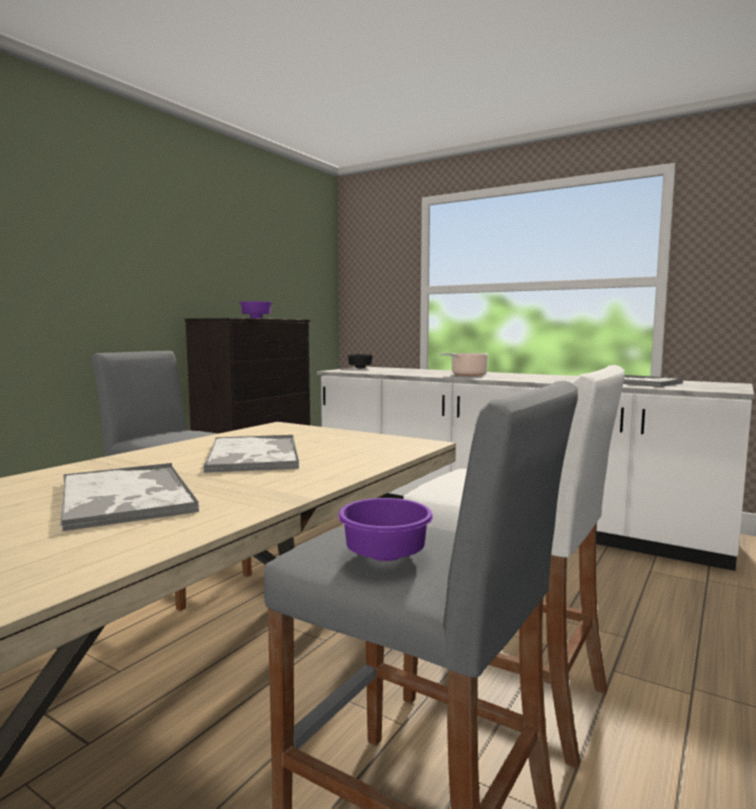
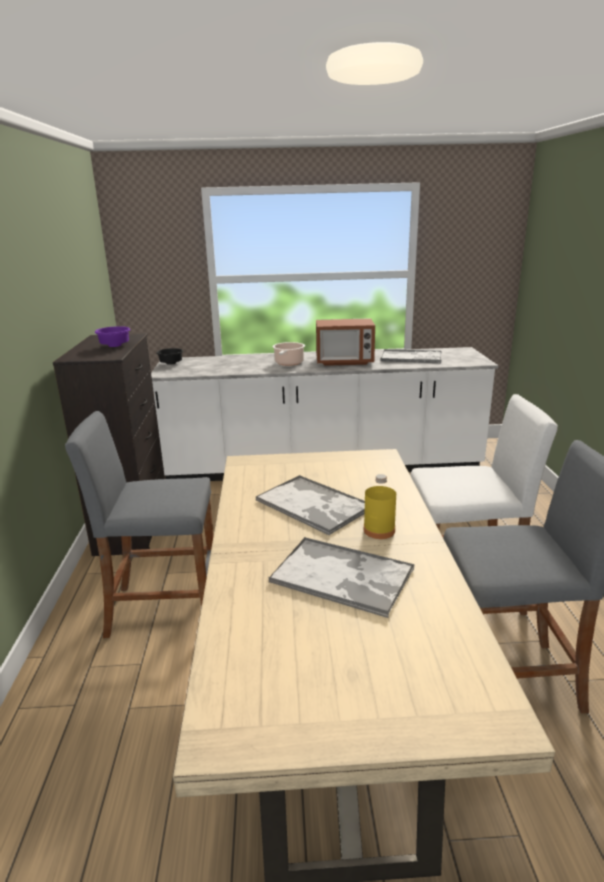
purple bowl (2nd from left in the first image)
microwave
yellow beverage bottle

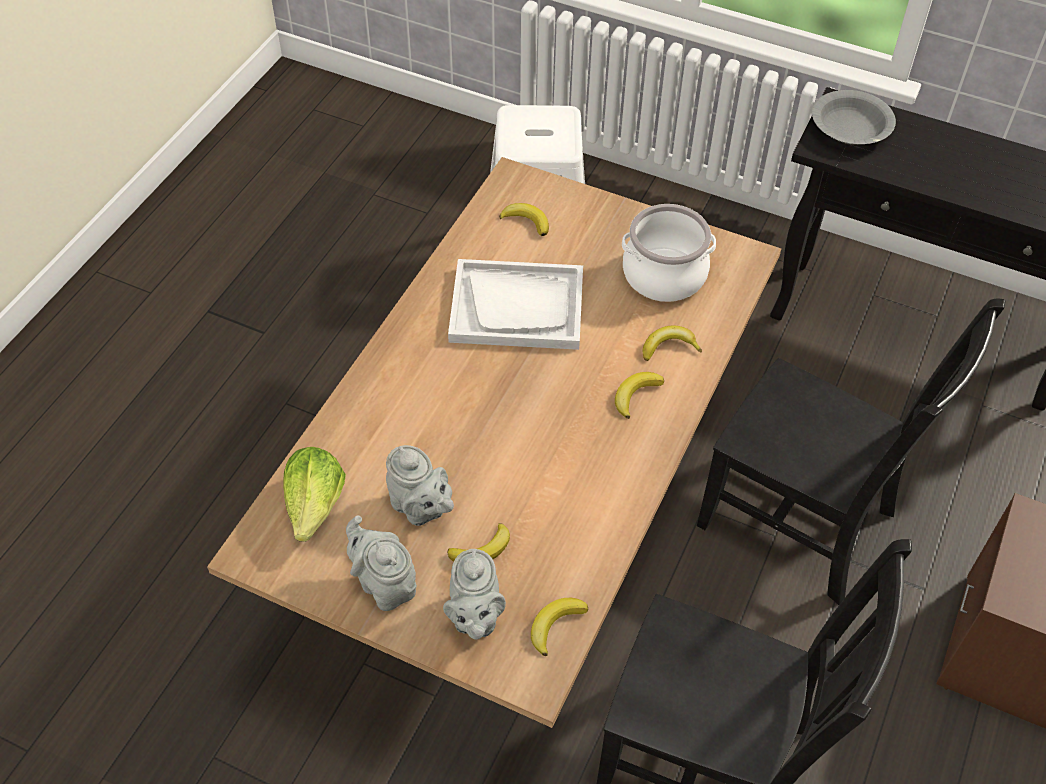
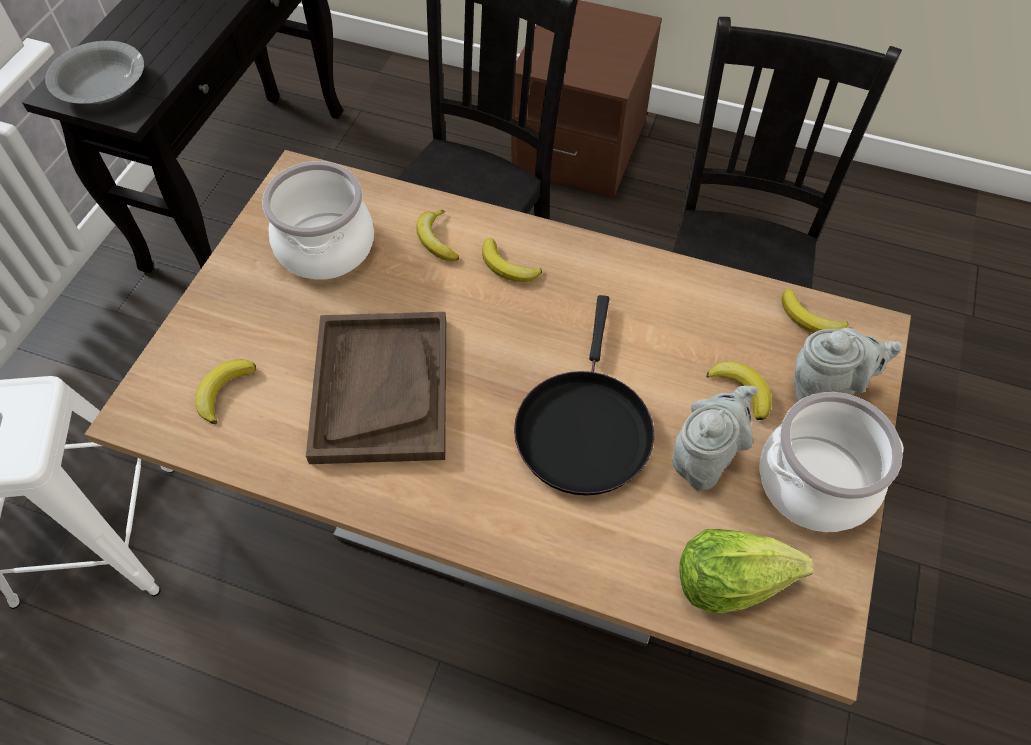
brown-coloured serving tray
saucepot (2nd from left)
black frying pan

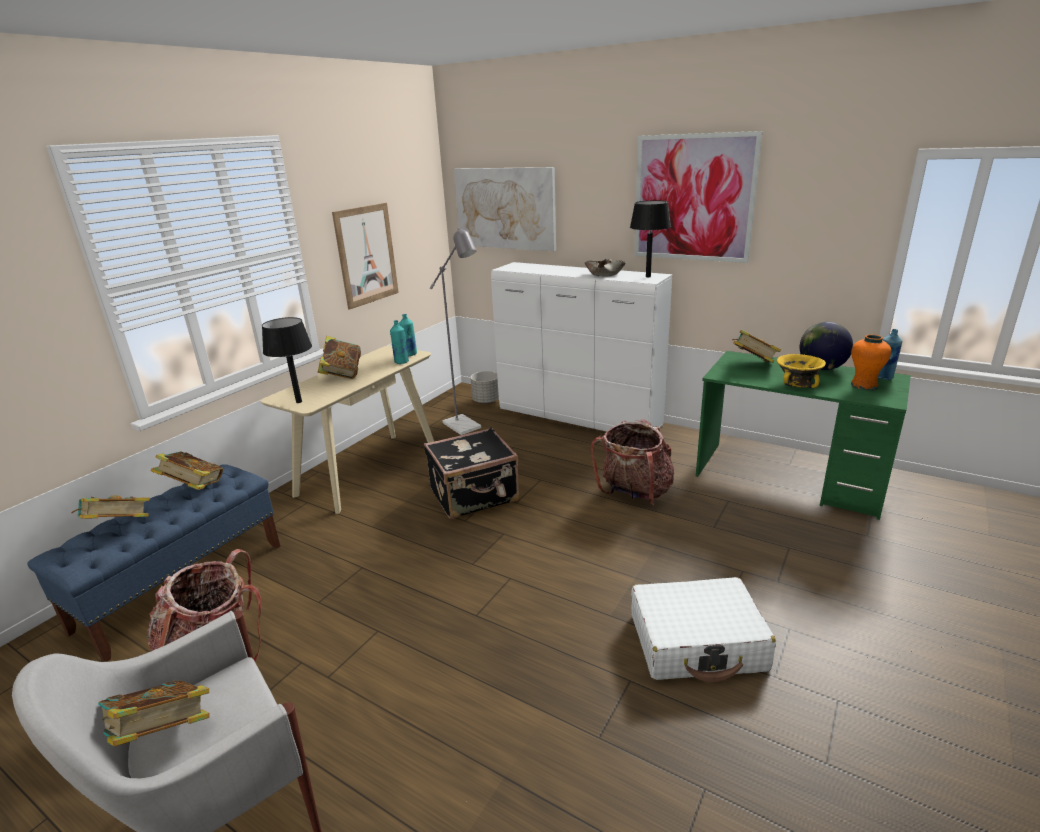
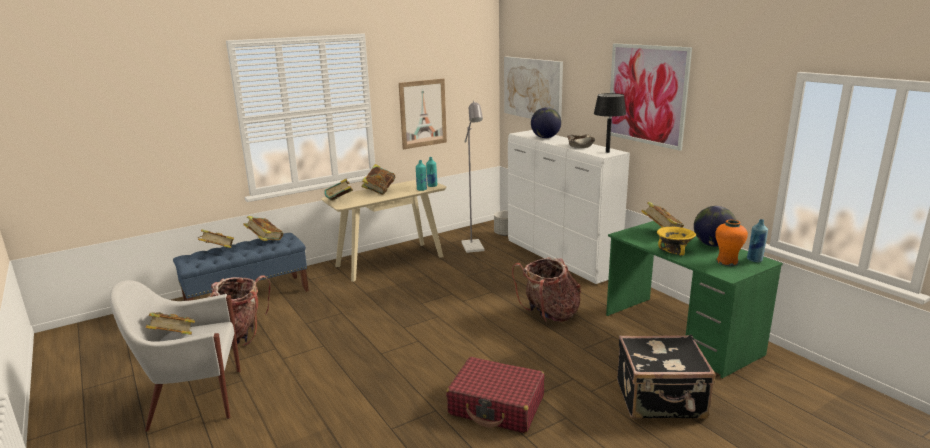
book (4th from left)
black piece of luggage
reddish piece of luggage
desk globe (1st from left)

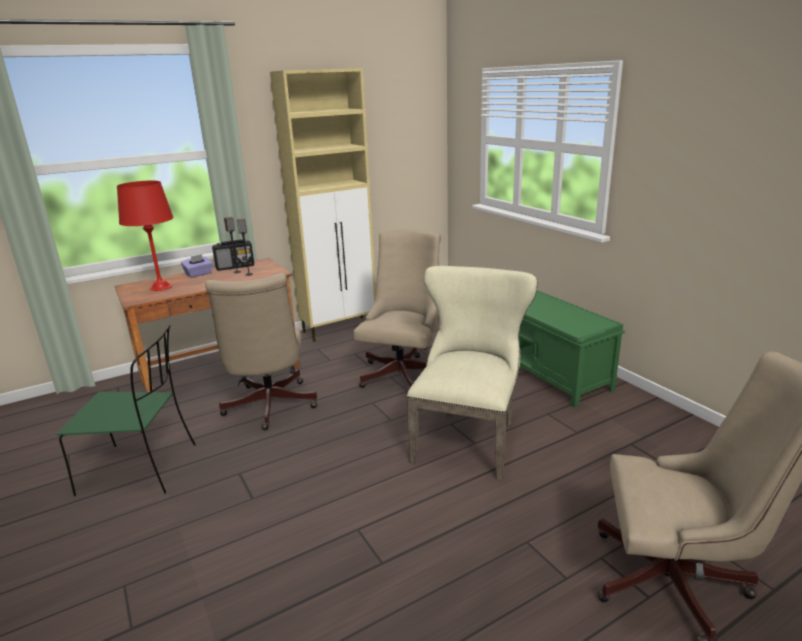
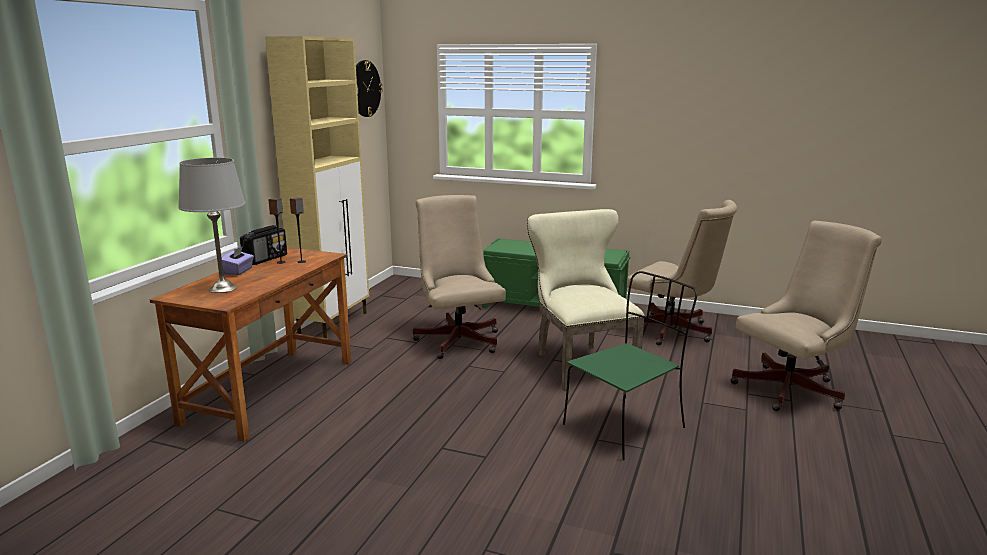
grey lamp for a table
beige-coloured desk chair (2nd from left)
green plain chair
hanging clock

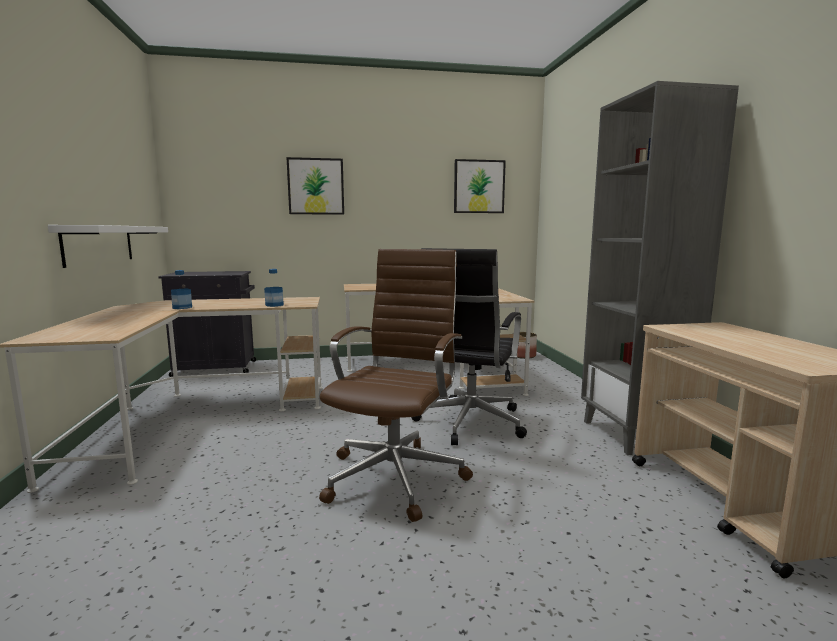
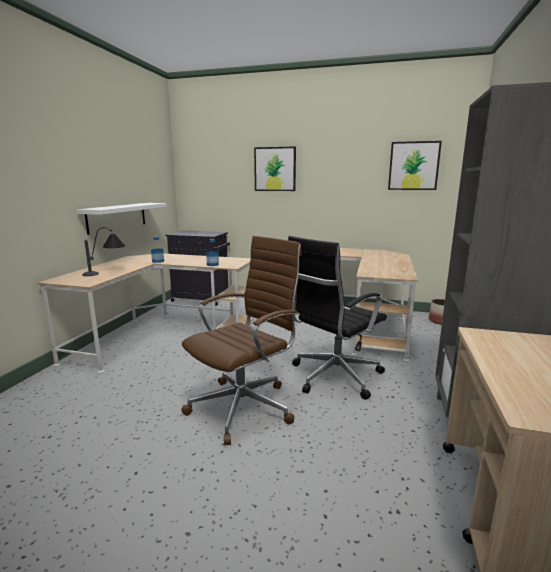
lamp for a table

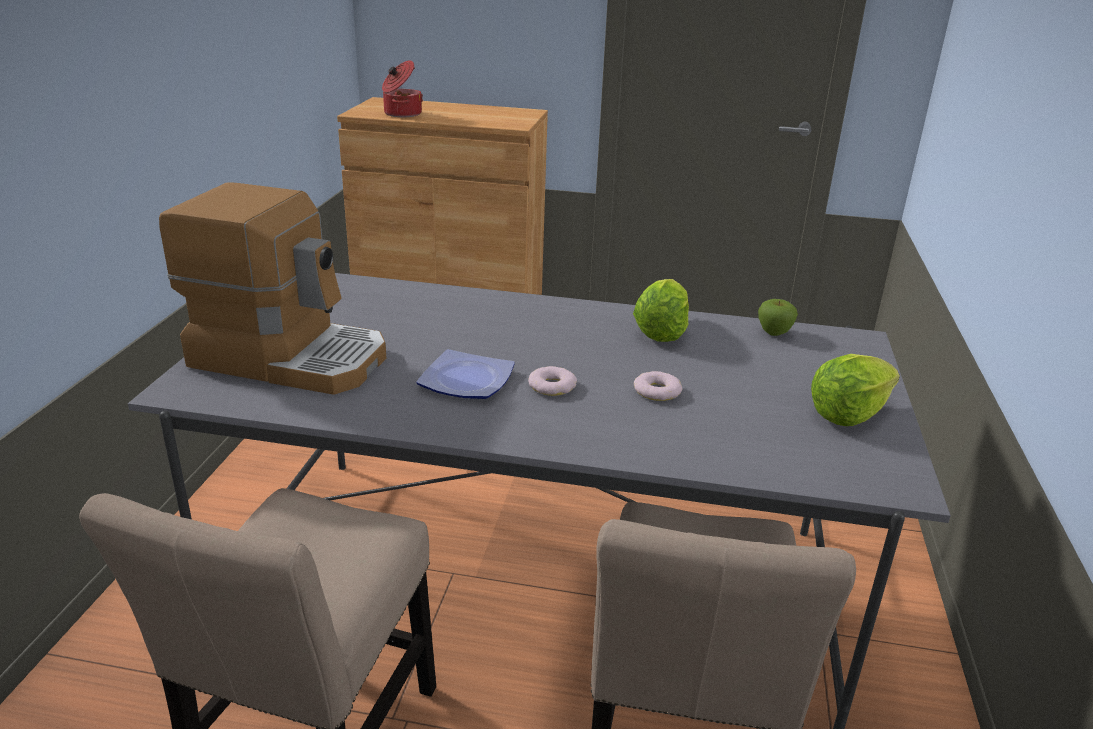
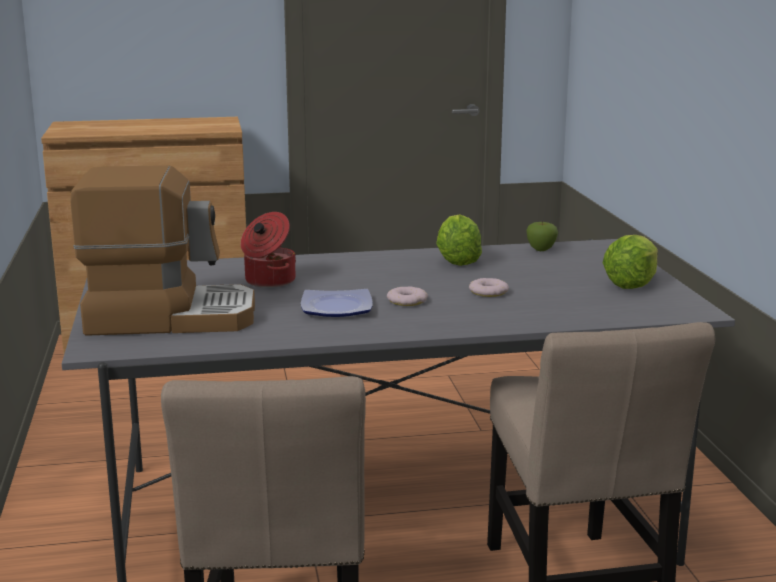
saucepot

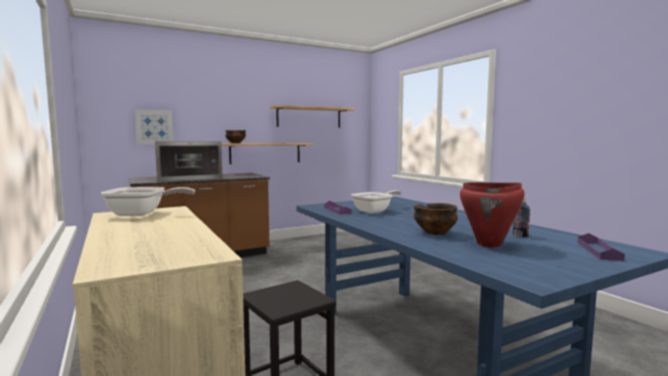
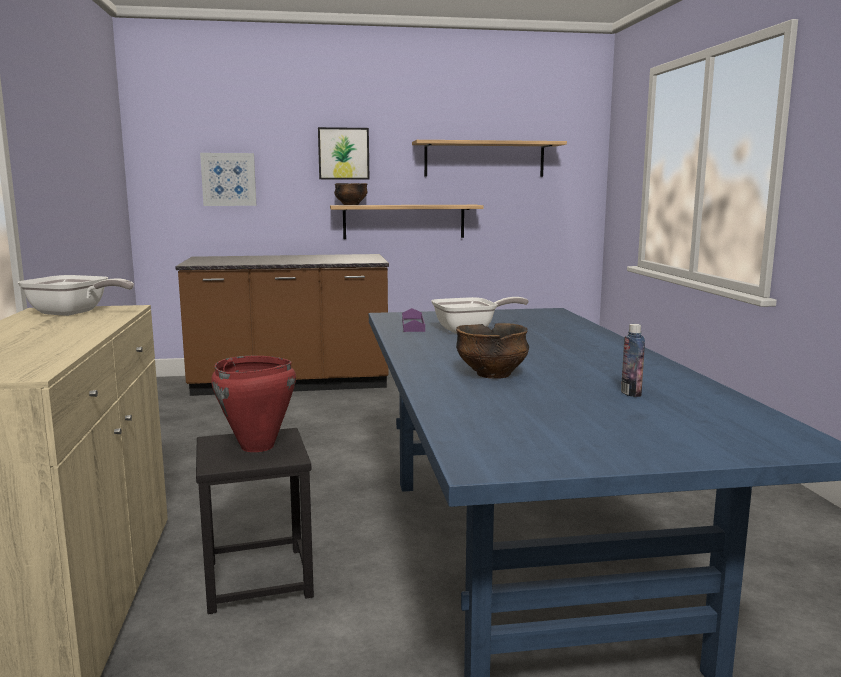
microwave
reddish saucepot
purple serving tray (2nd from left in the first image)
picture (2nd from left)

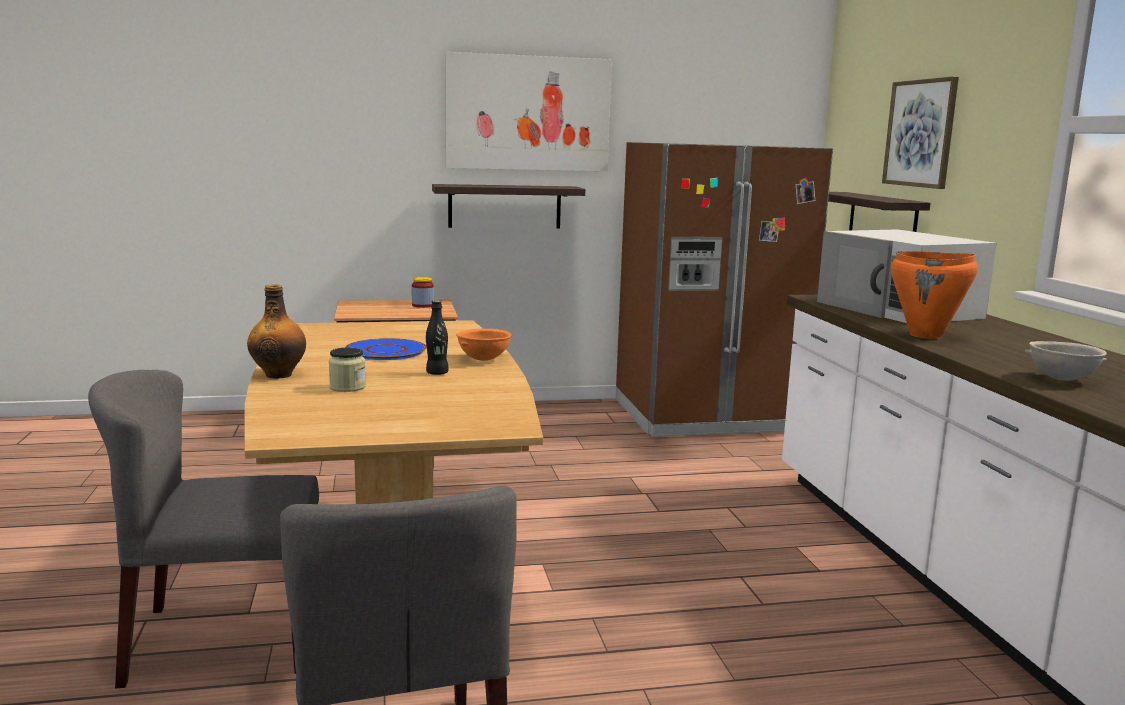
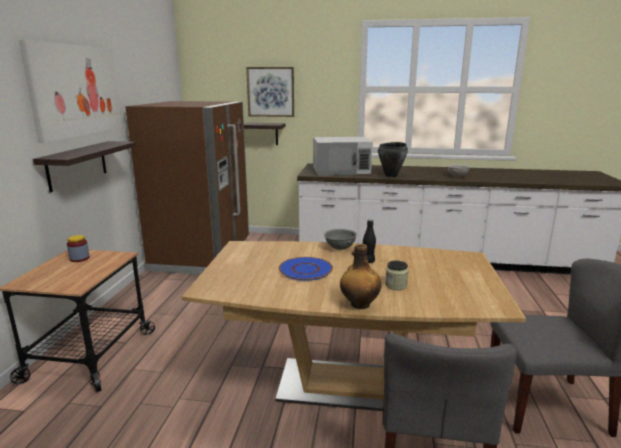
black saucepot
grey bowl (1st from left)

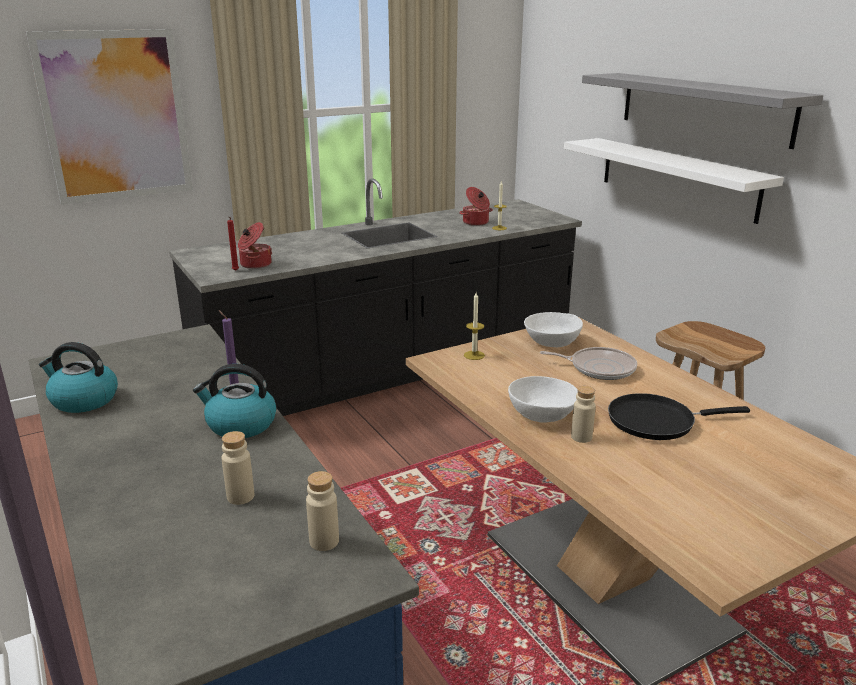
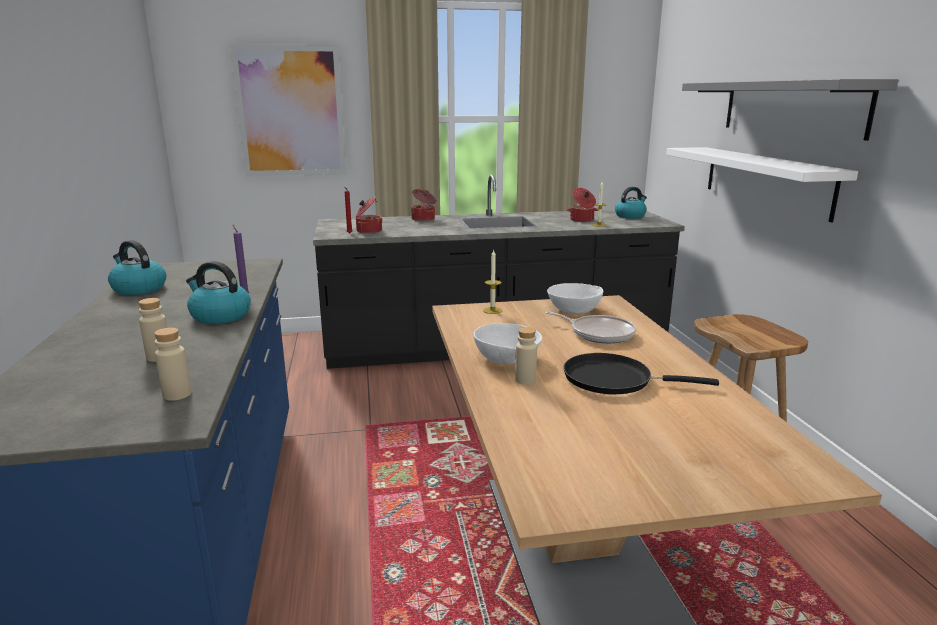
tea kettle (3rd from left)
saucepot (2nd from left)

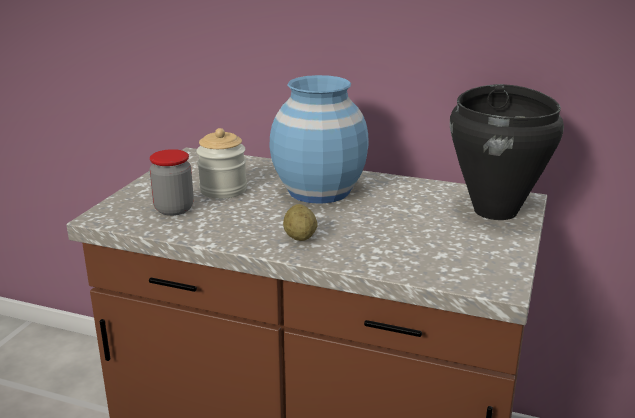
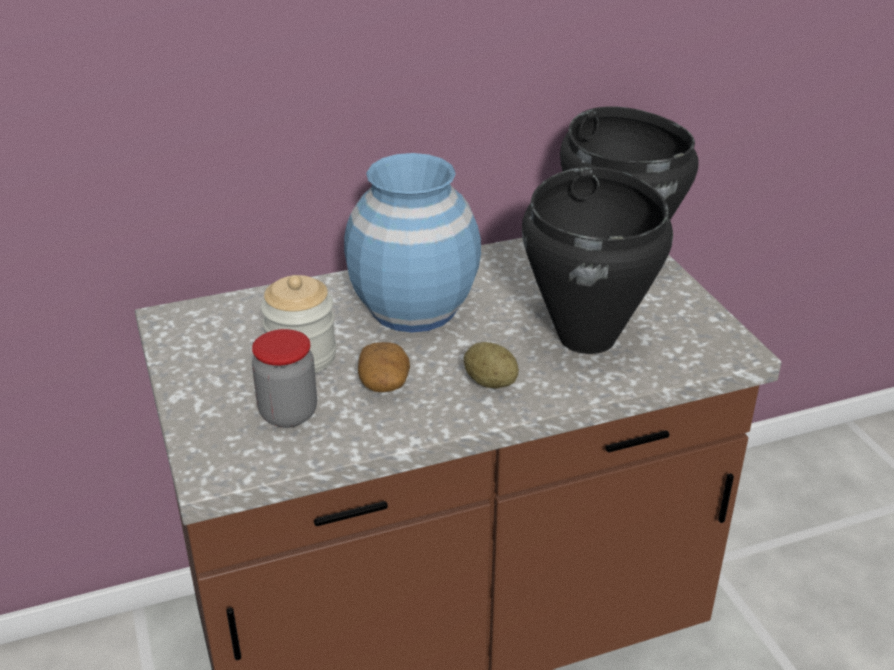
black saucepot (1st from left)
whole potato (1st from left)

